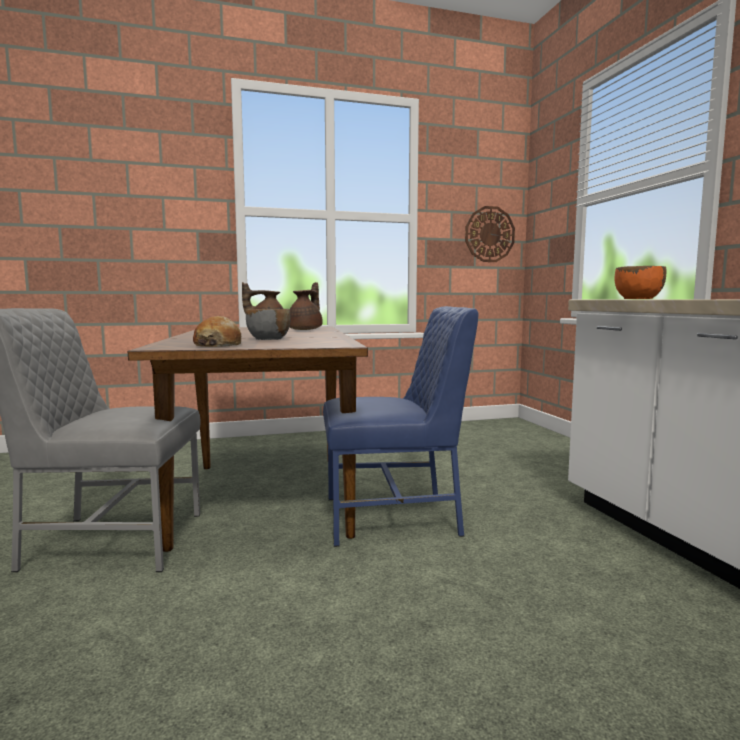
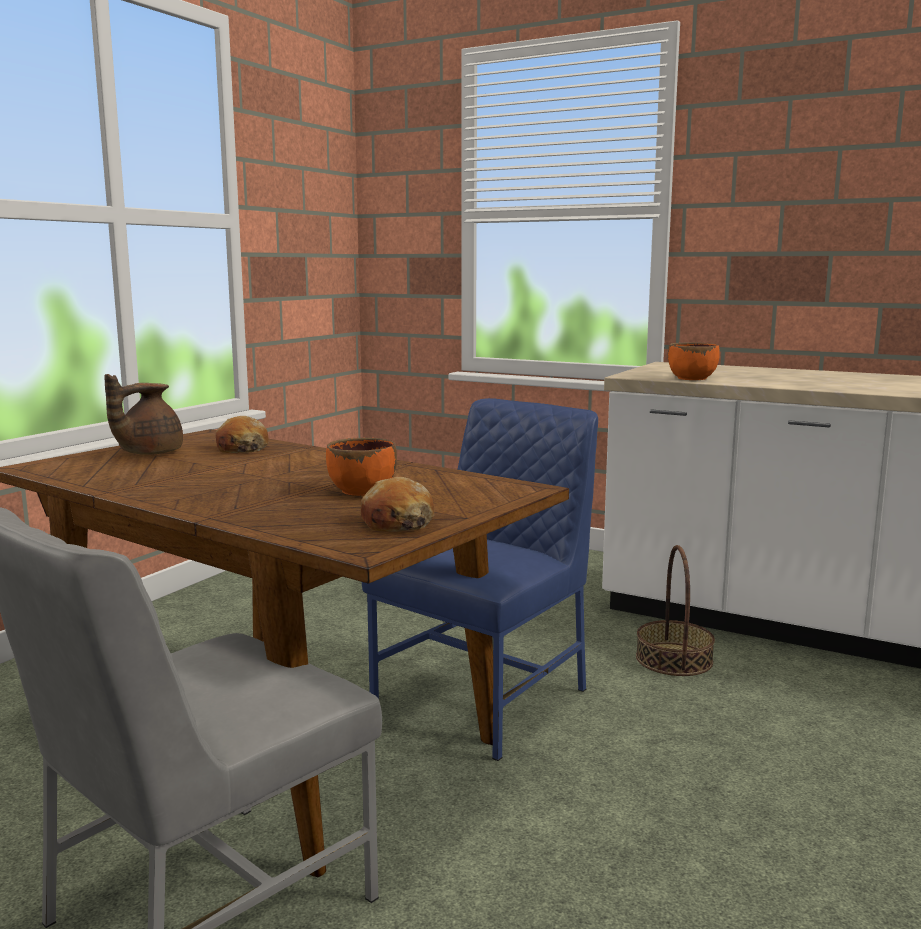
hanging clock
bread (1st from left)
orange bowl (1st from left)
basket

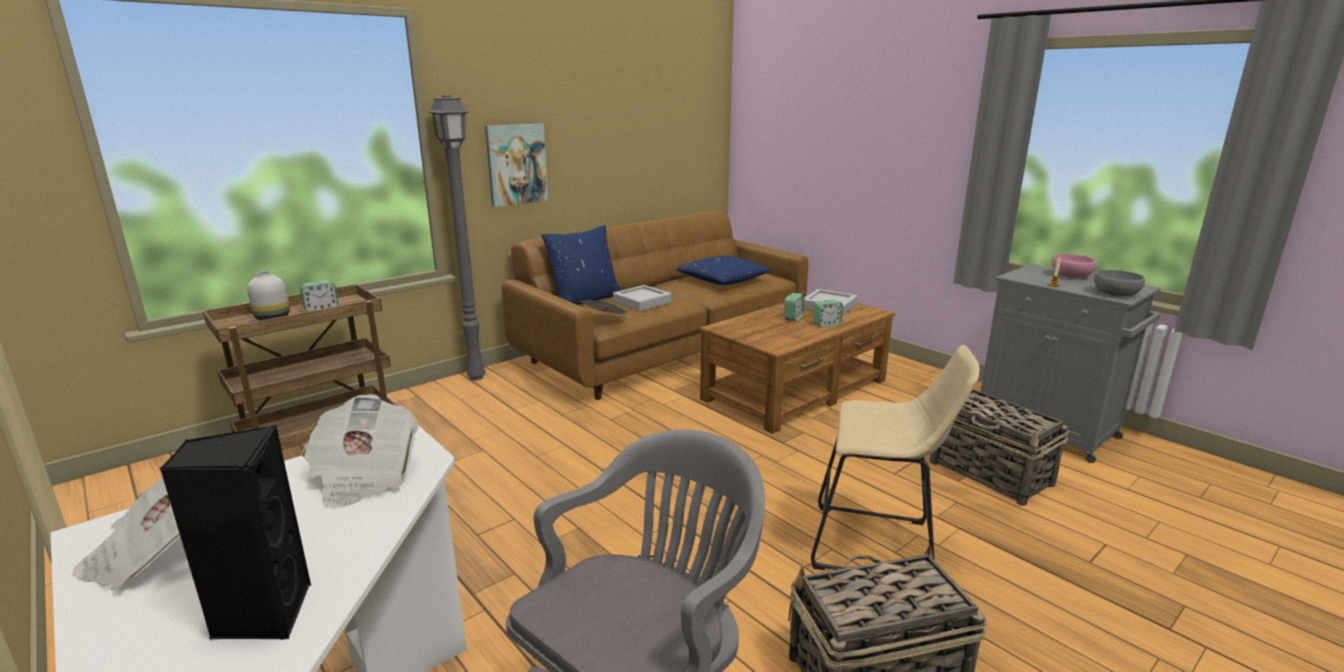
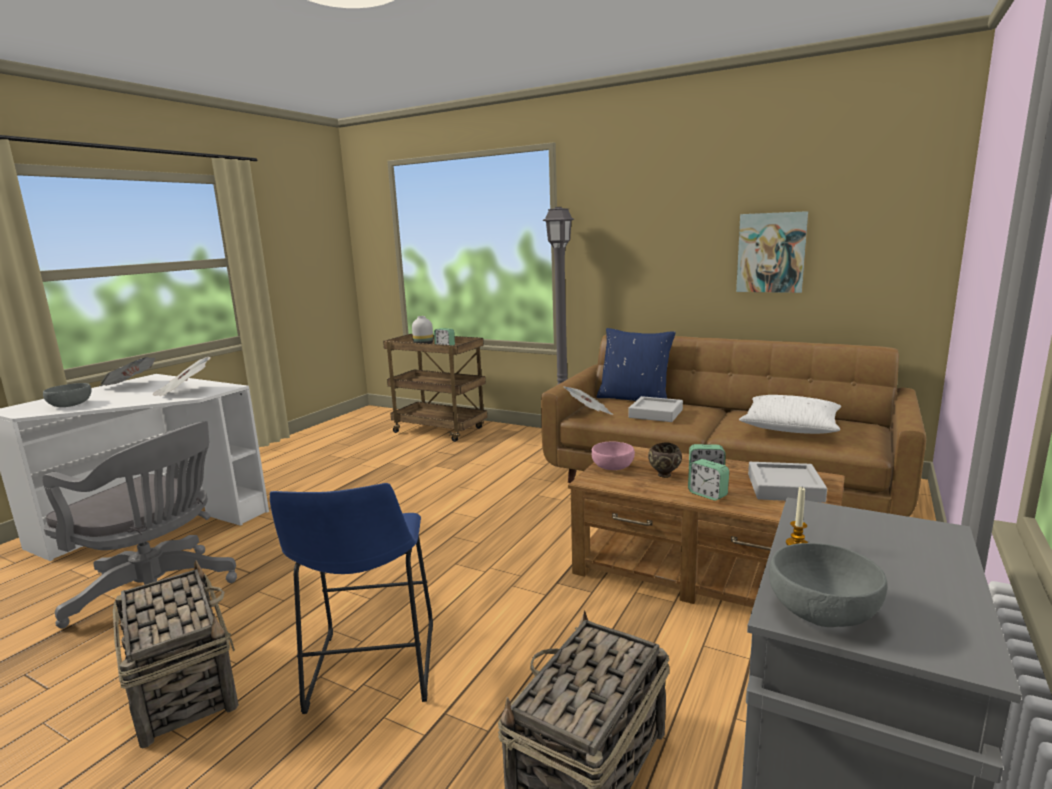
picture
pinkish bowl
white pillow
blue-coloured sitting stool
grey bowl (1st from left)
brown-coloured bowl

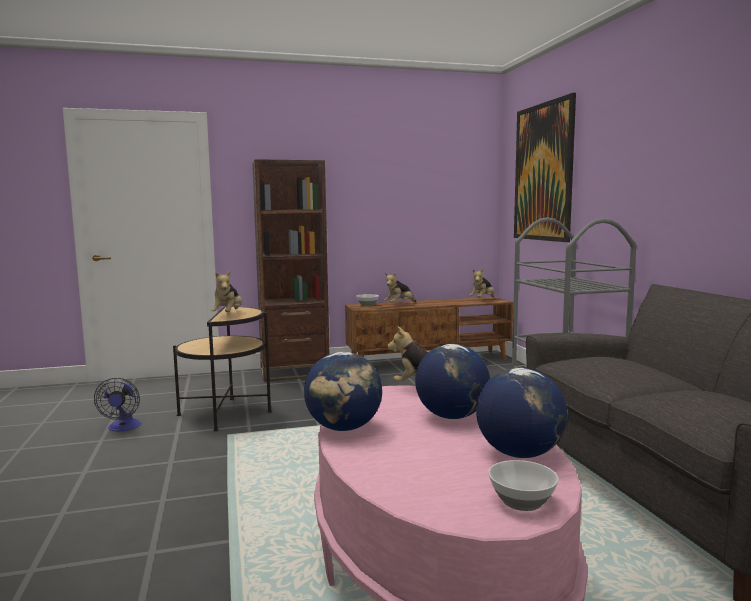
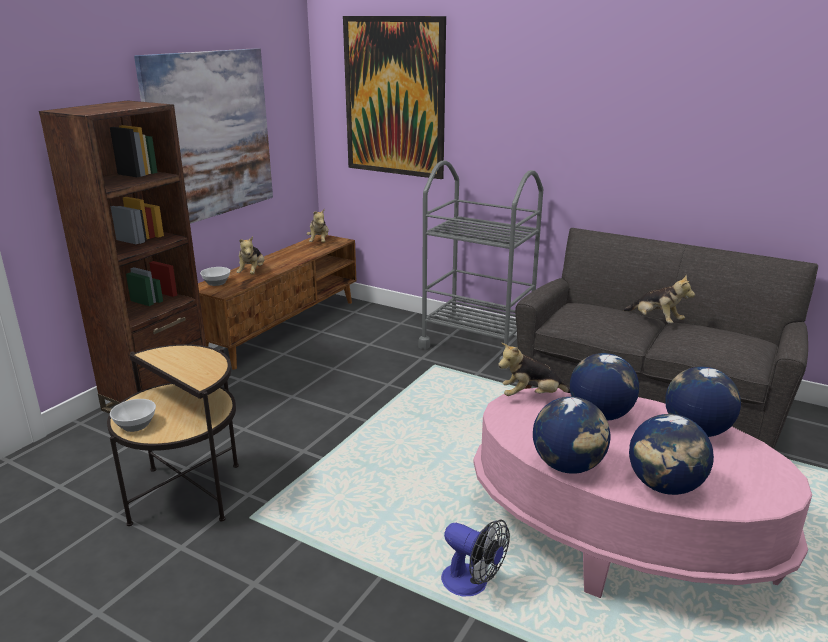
plush toy (4th from left)
cooling fan
bowl (1st from left)
picture (1st from left)
desk globe (3rd from left)

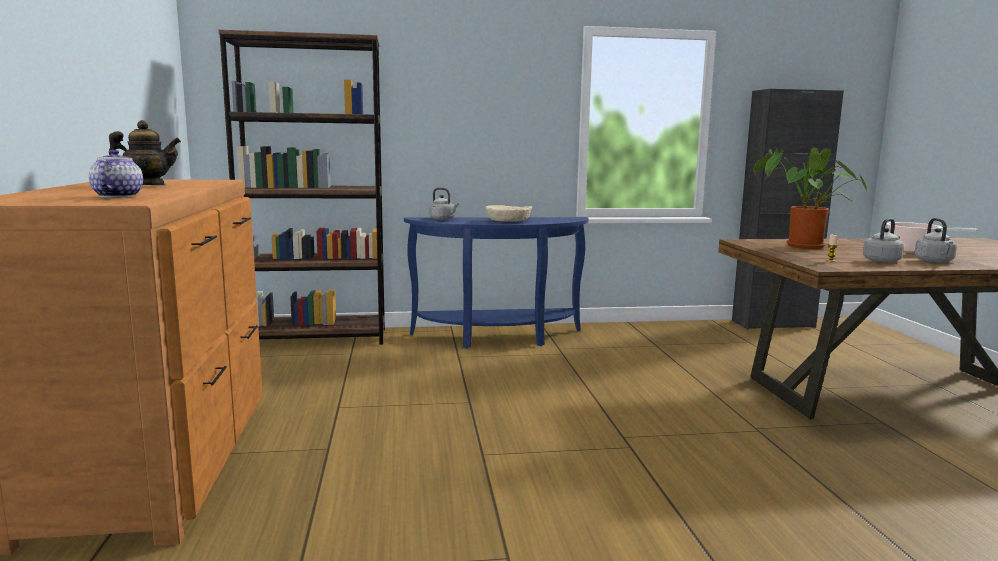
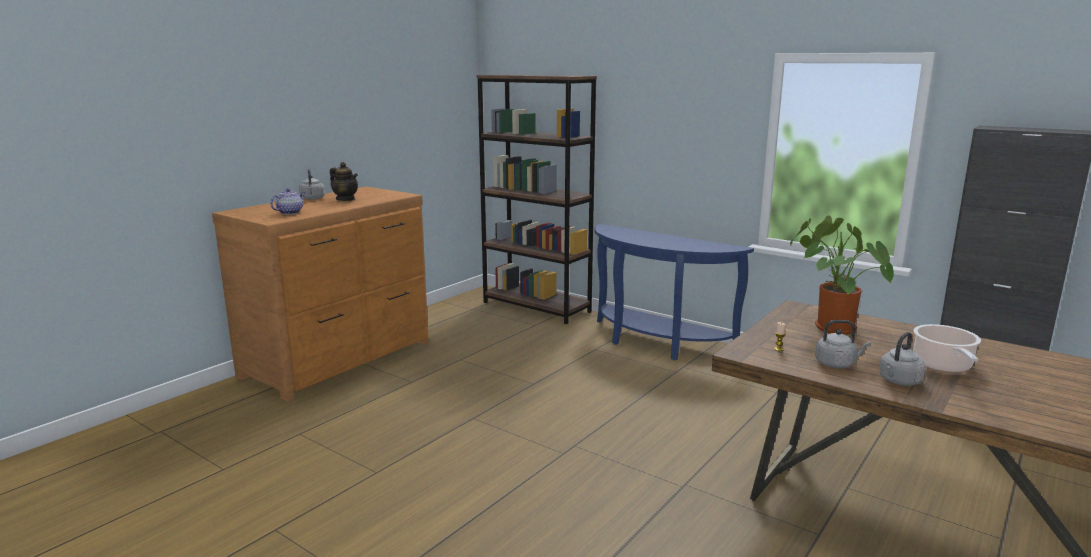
grey tea kettle (1st from left)
beige-coloured bowl

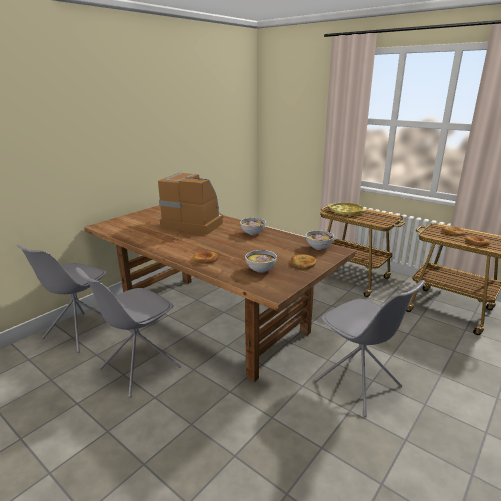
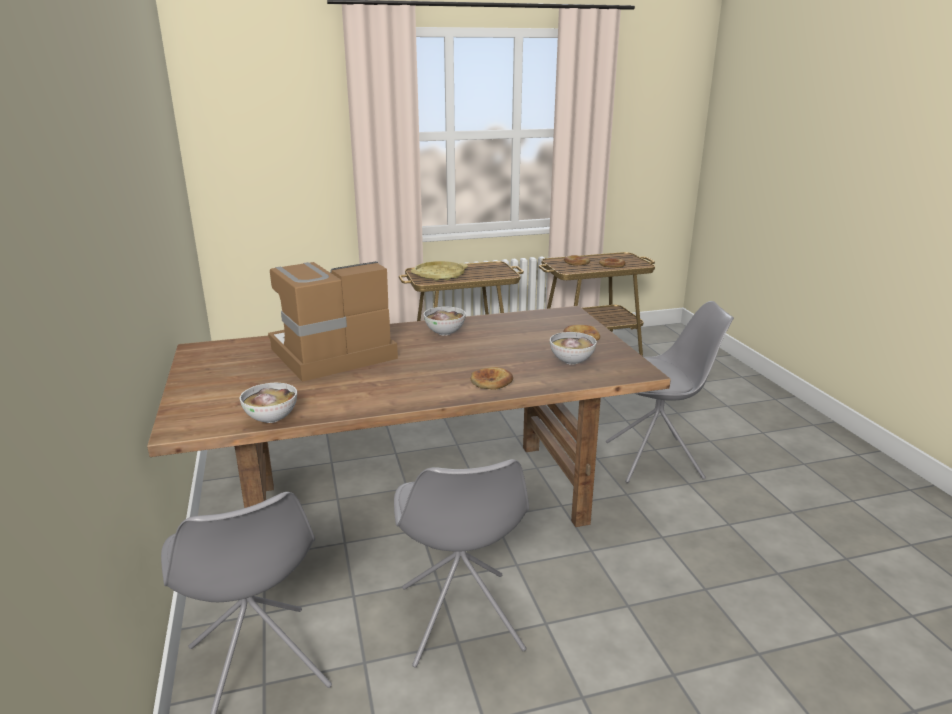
bowl (1st from left)

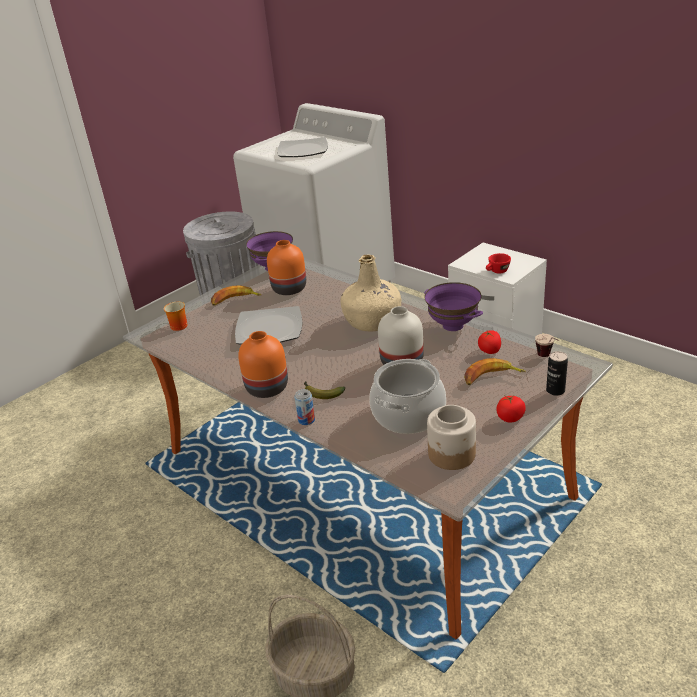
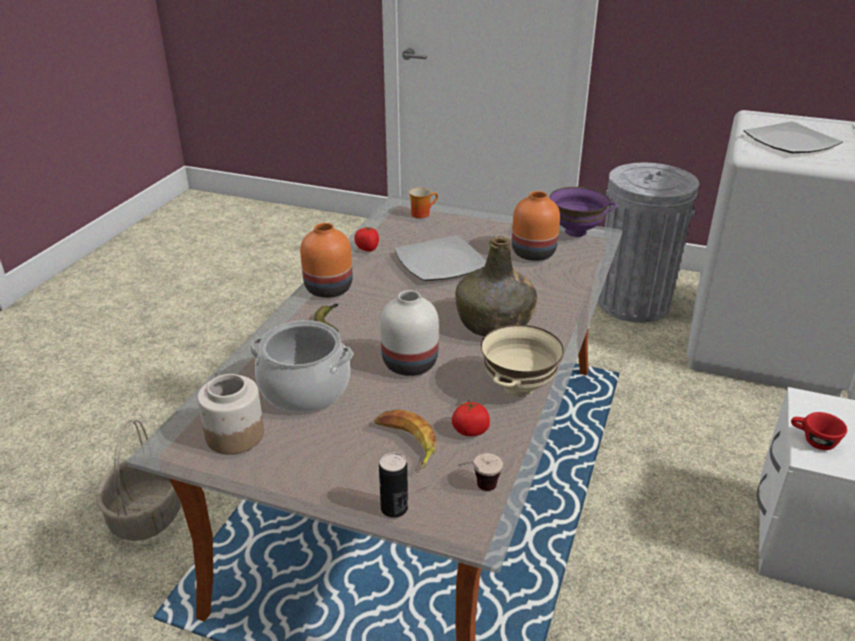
green beverage bottle
beige-coloured bowl
whole banana (1st from left in the first image)
can (1st from left in the first image)
fresh tomato (1st from left)

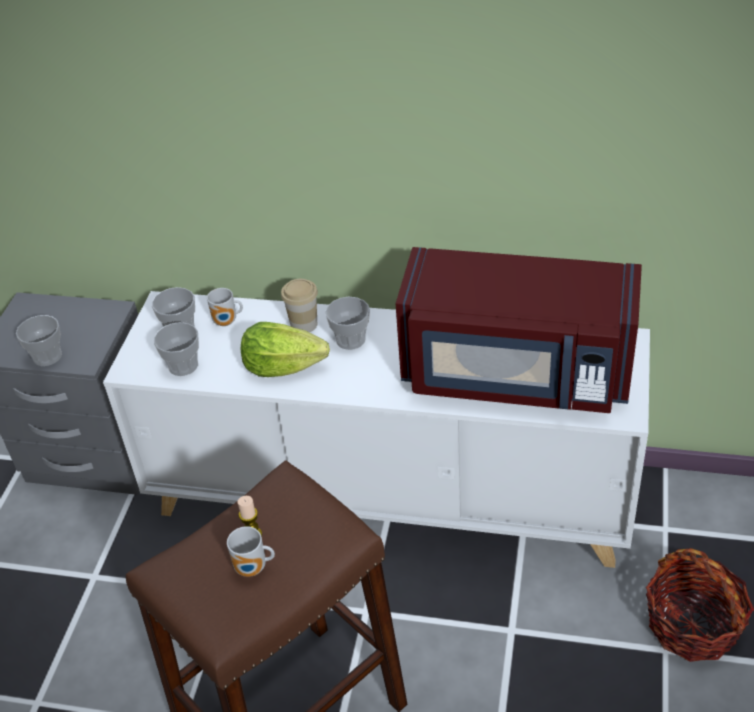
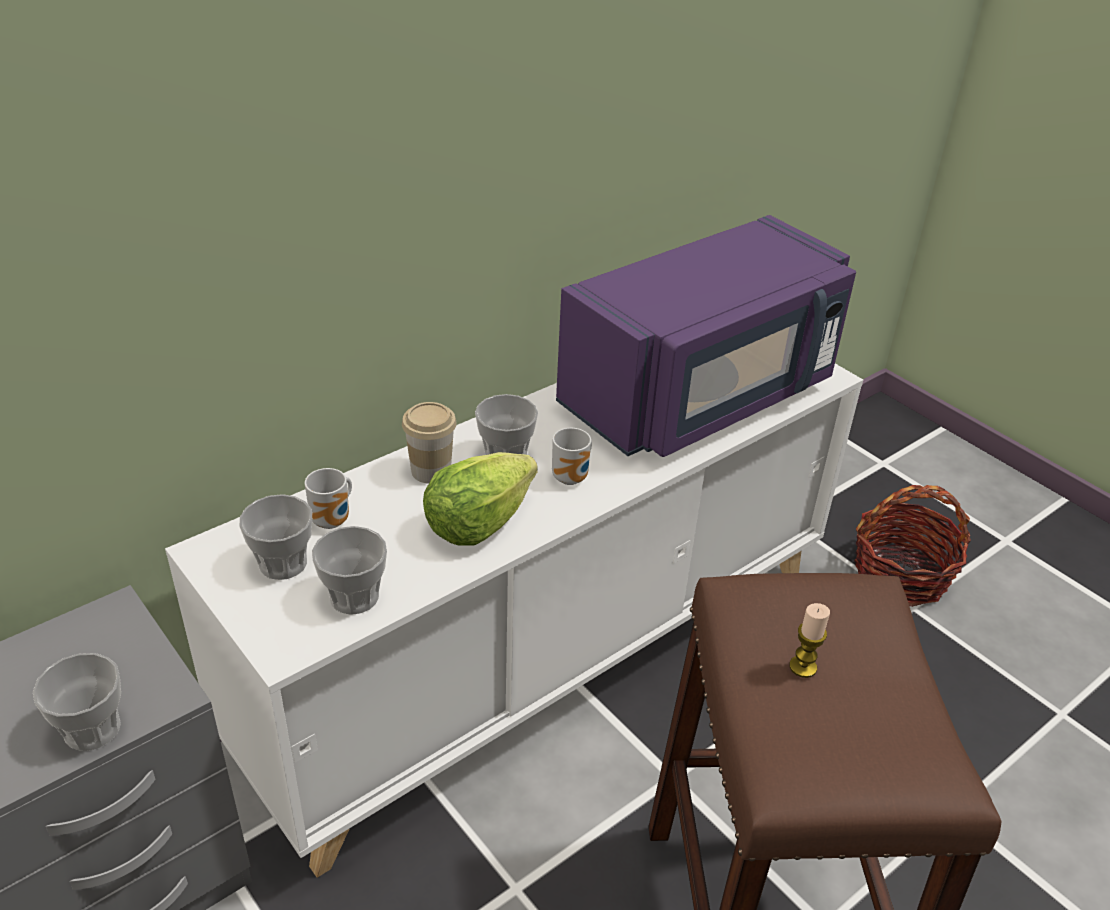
purple microwave
coffee mug (2nd from left)

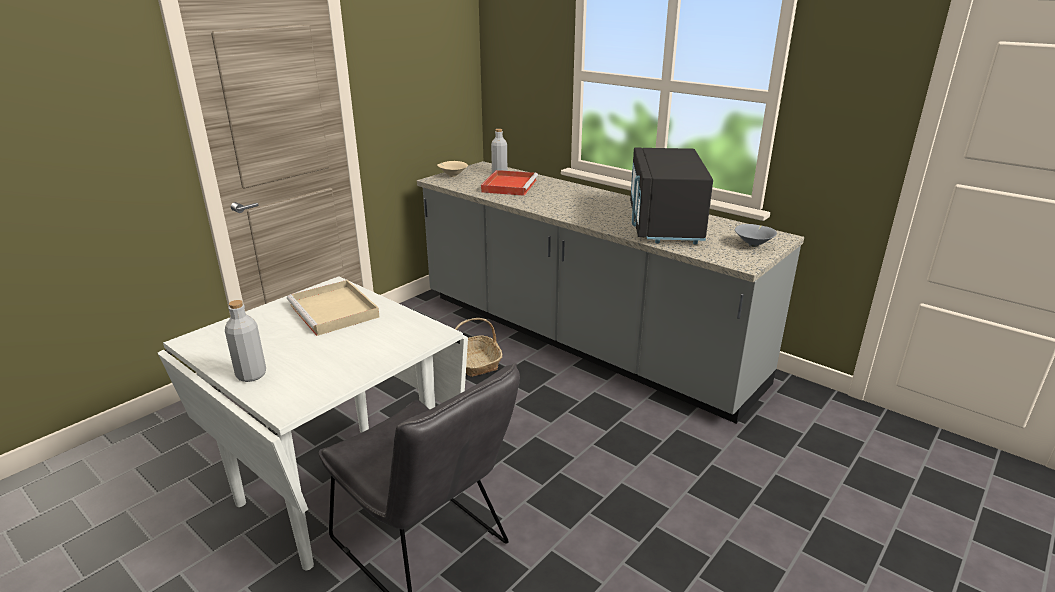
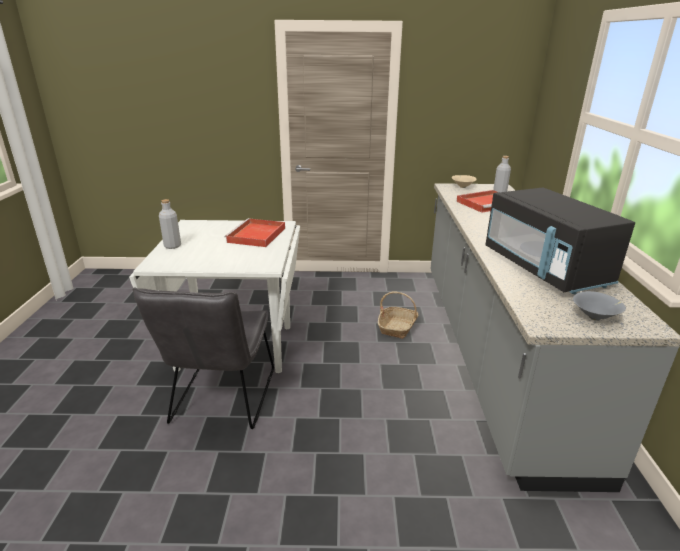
black microwave
reddish serving tray (1st from left)

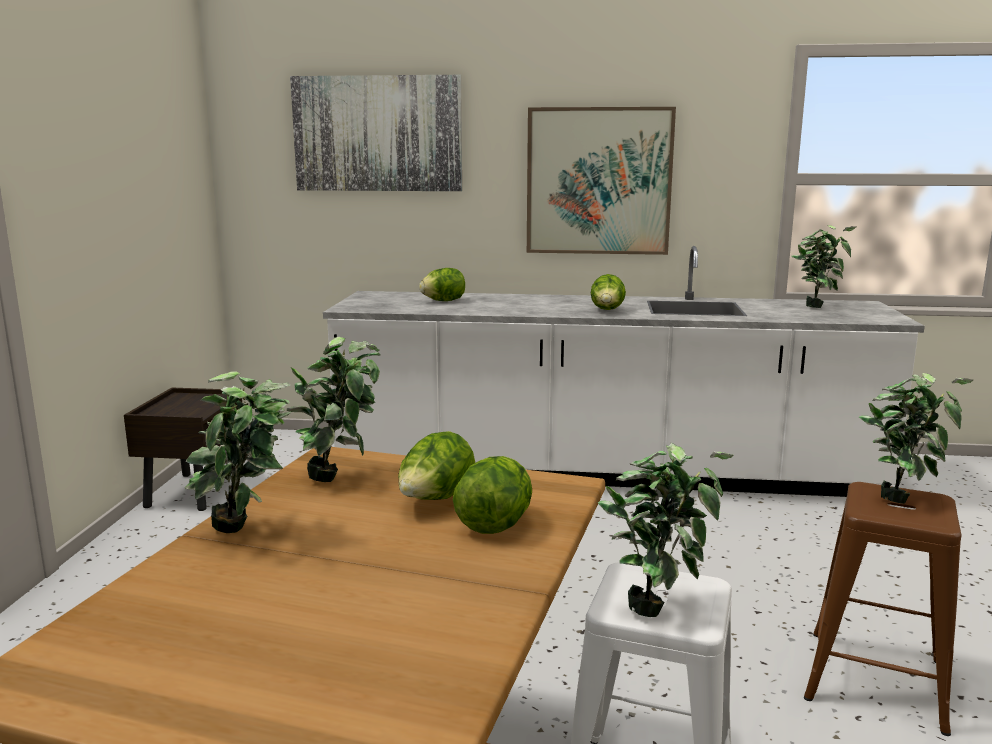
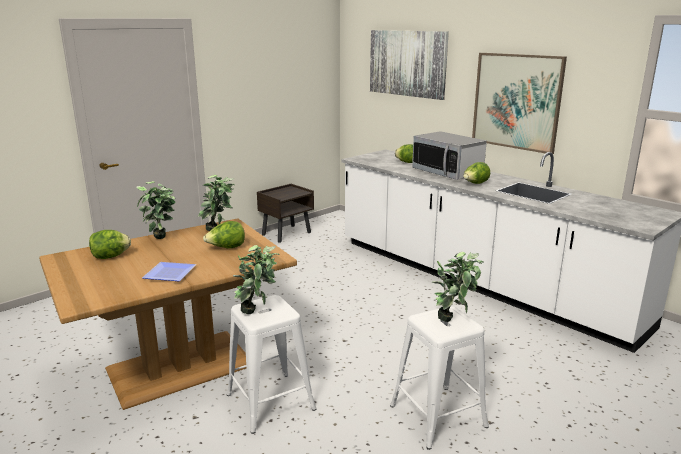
potted plant (4th from left in the first image)
lettuce (1st from left)
white sitting stool (2nd from left)
microwave
flat dish

